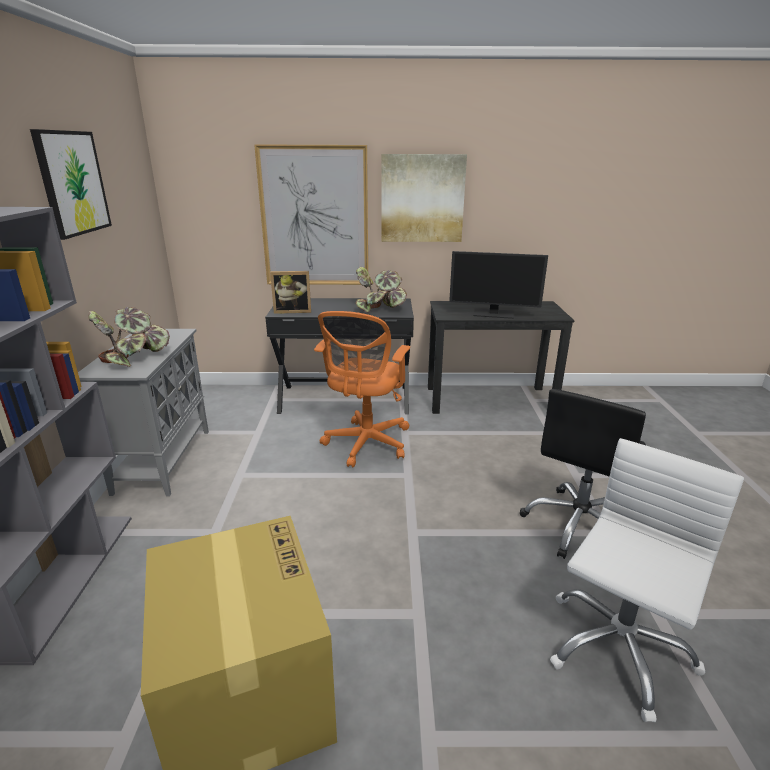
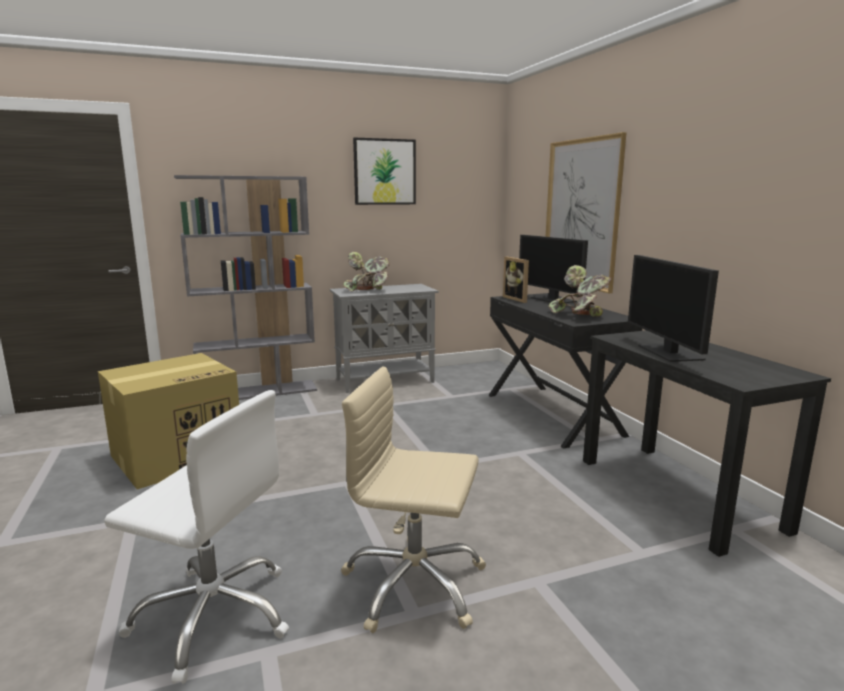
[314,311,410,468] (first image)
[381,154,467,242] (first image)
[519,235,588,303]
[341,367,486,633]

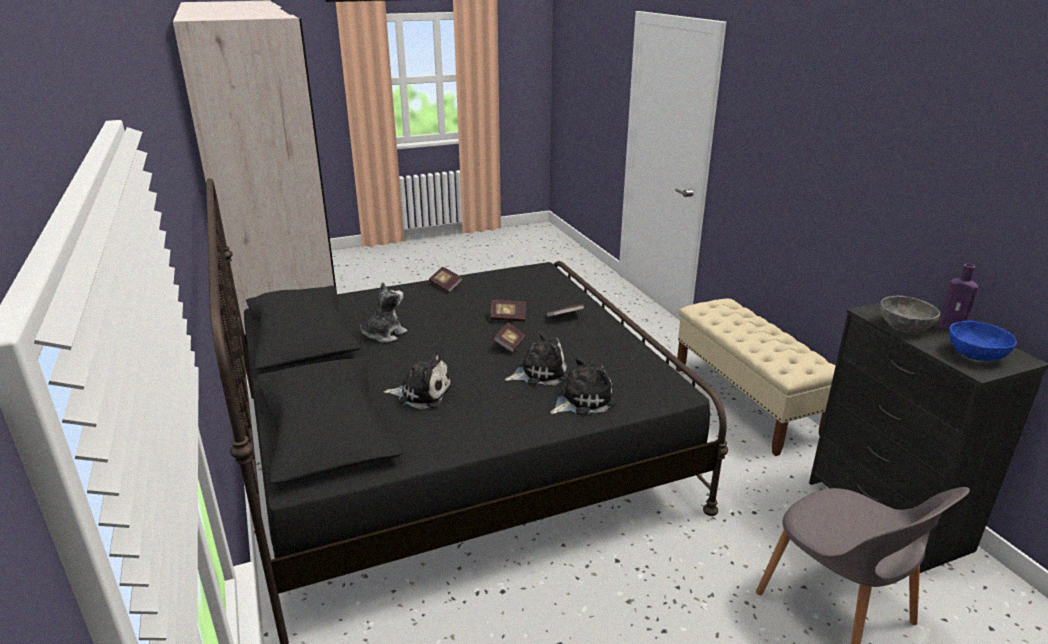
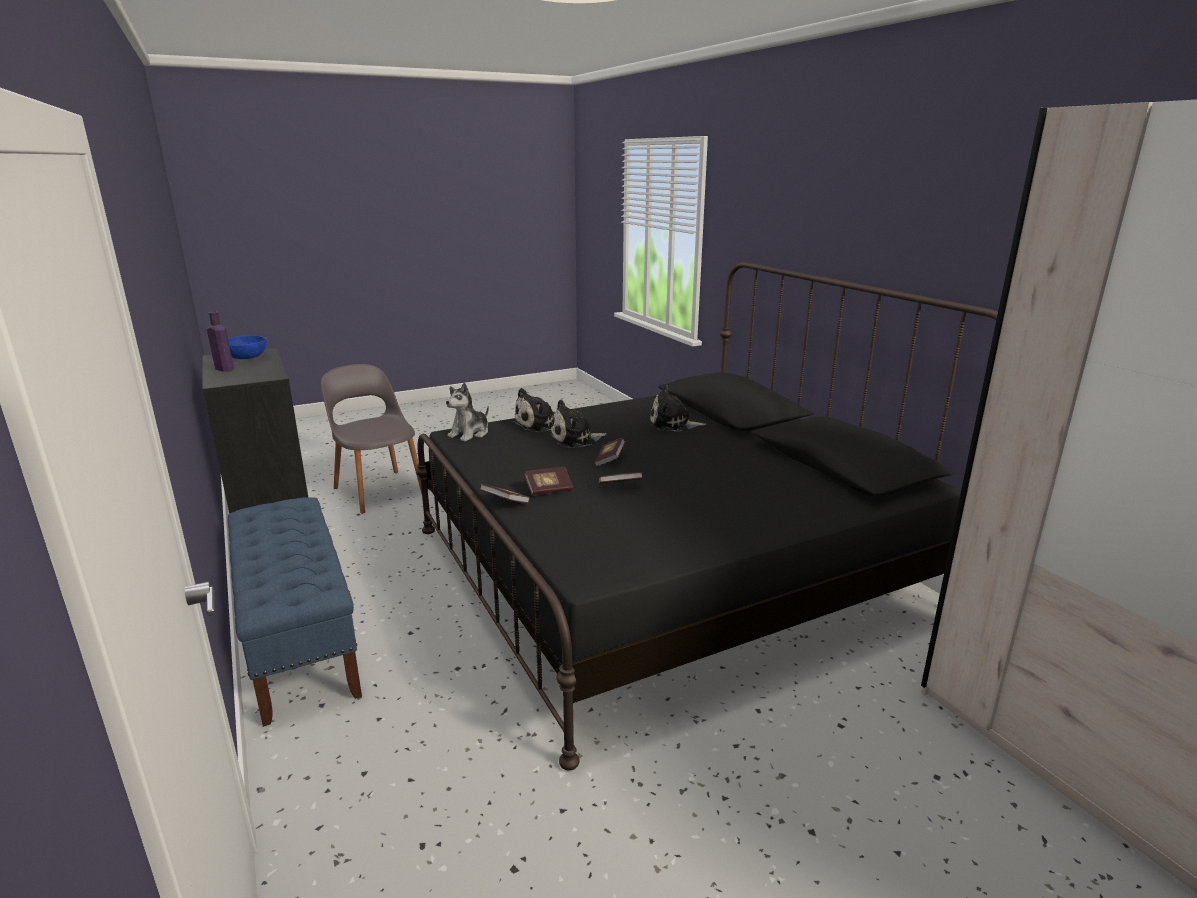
[880,296,940,332] (first image)
[446,383,489,442]
[480,484,530,503]
[228,497,362,727]

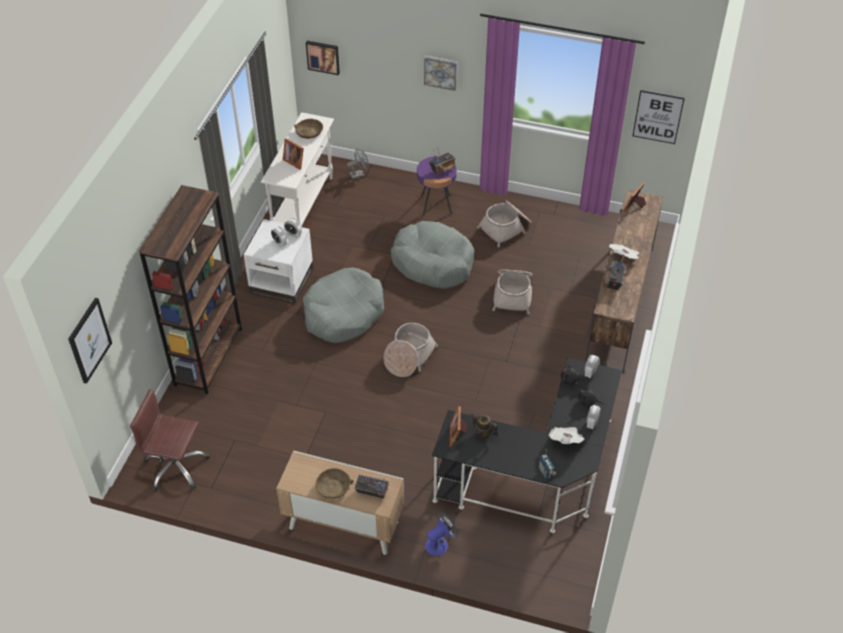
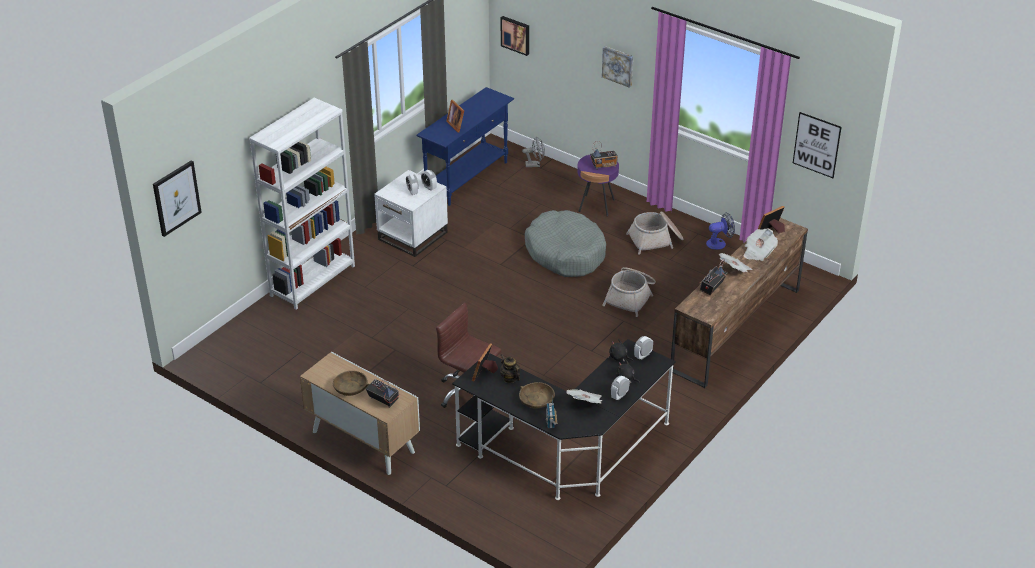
[303,267,384,343] (first image)
[384,323,438,377] (first image)
[744,229,778,261]
[436,303,501,408]
[519,382,555,409]
[706,212,735,250]
[249,98,355,310]
[416,87,514,206]

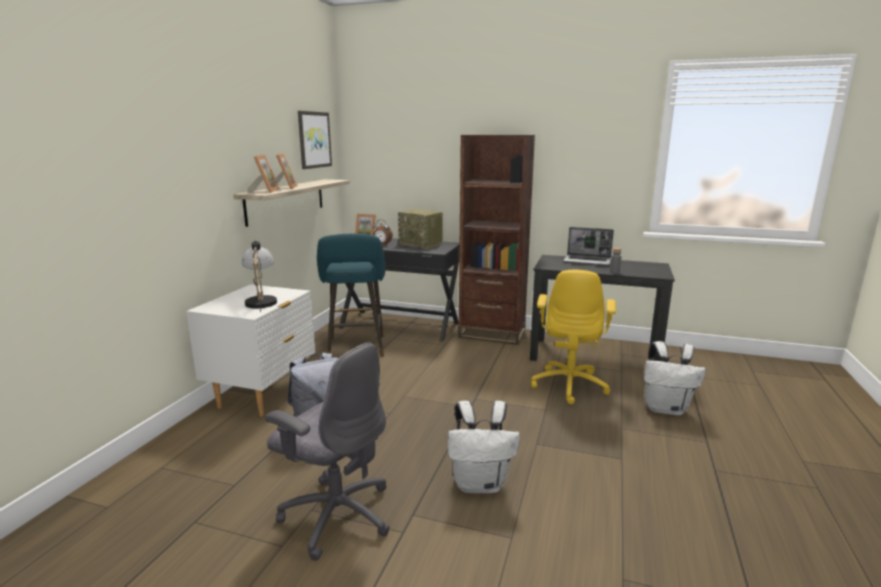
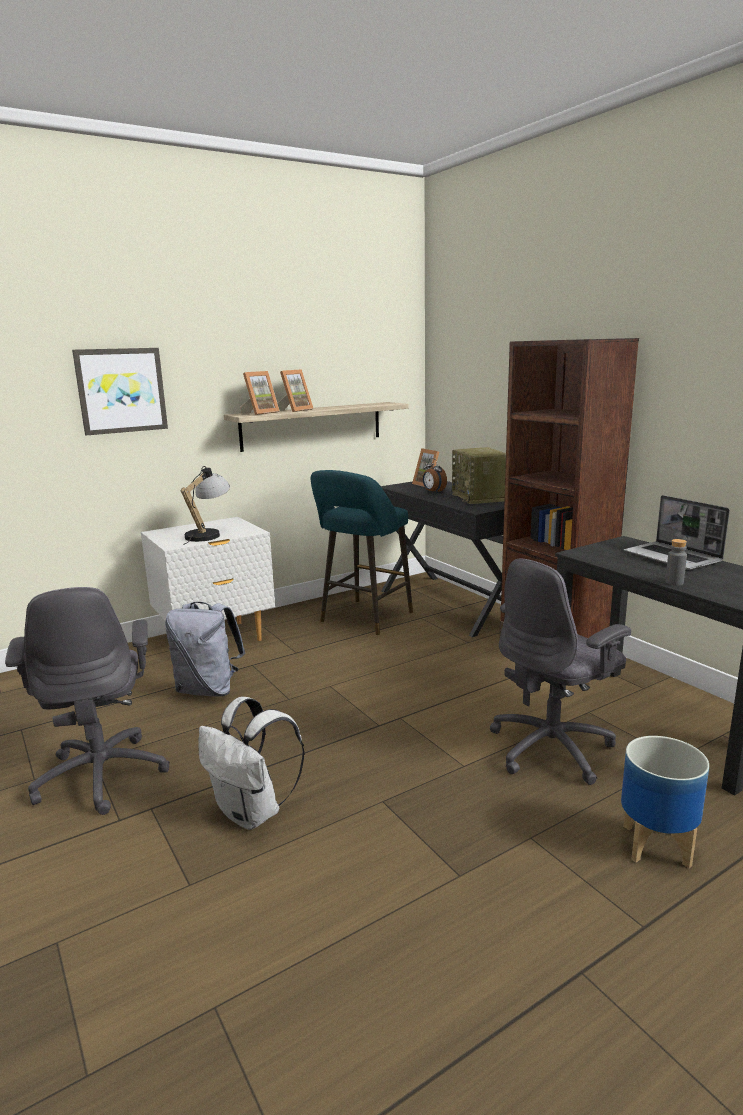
[72,348,168,435]
[621,736,709,868]
[490,559,631,785]

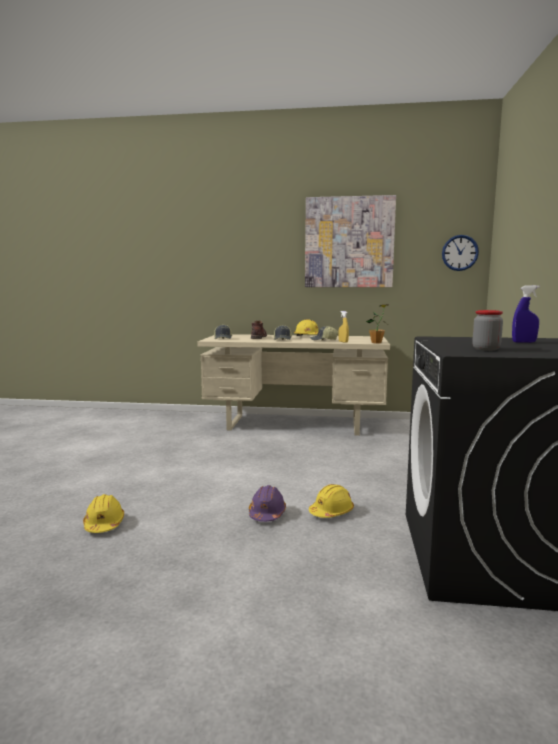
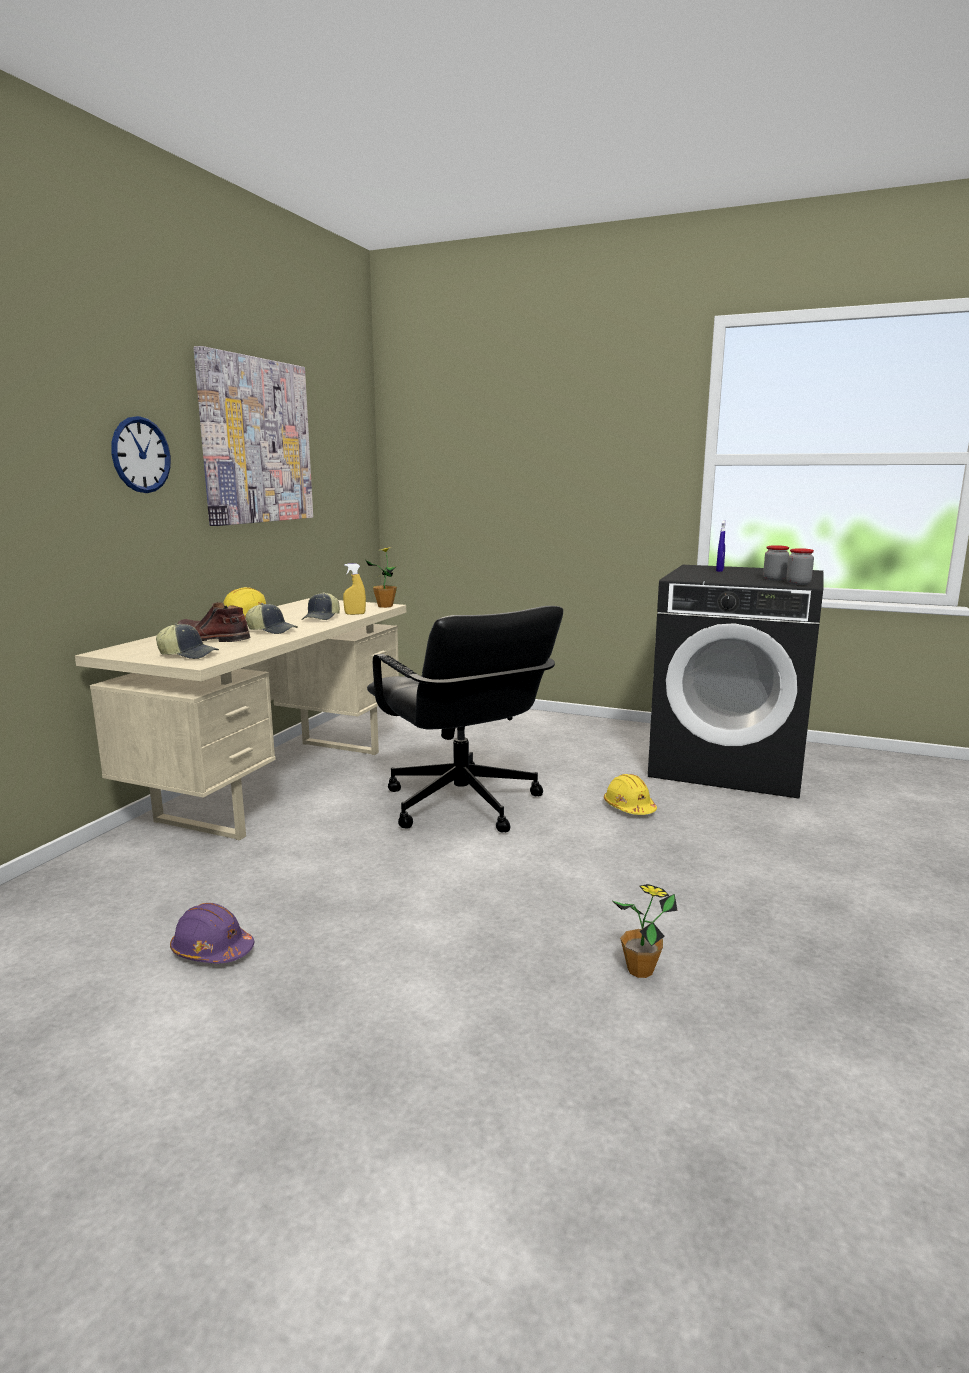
[367,606,563,832]
[787,548,814,585]
[170,903,254,963]
[111,416,171,493]
[613,884,678,978]

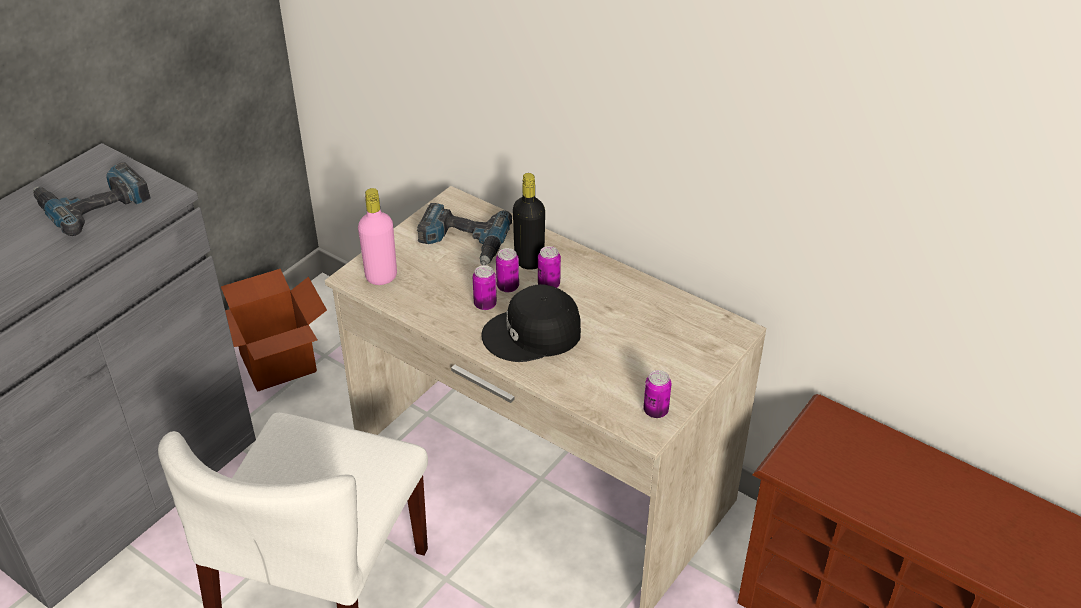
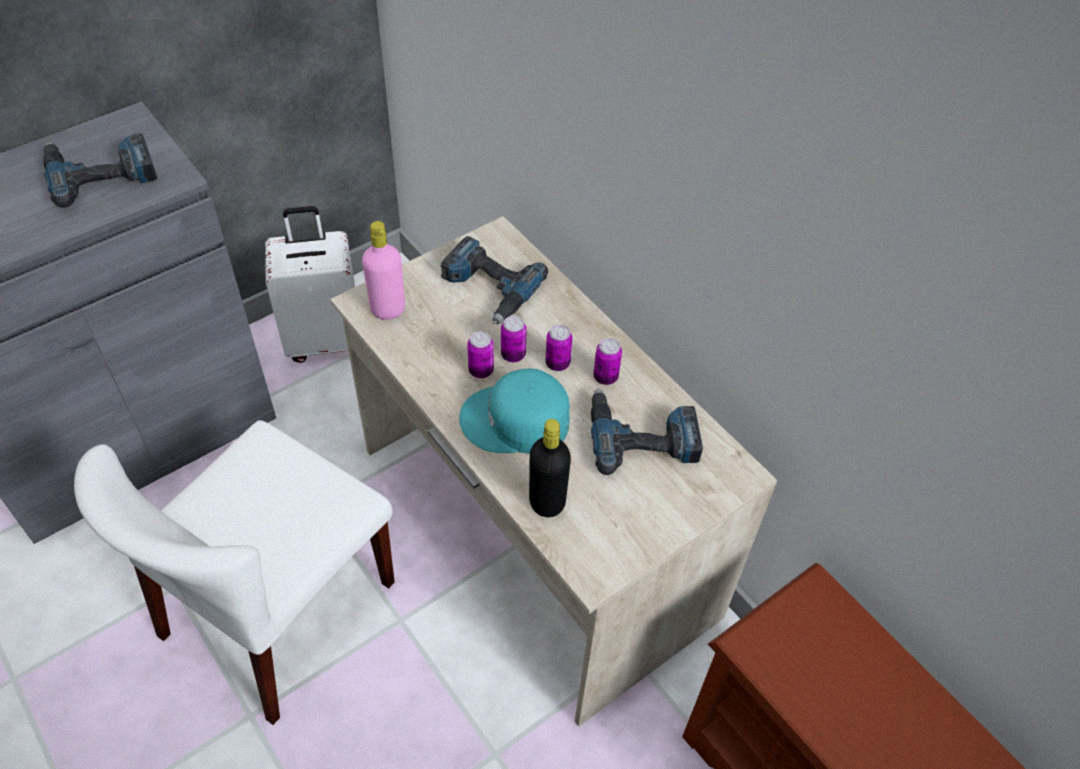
[591,388,703,475]
[529,419,571,517]
[593,338,622,385]
[265,206,355,363]
[459,369,570,454]

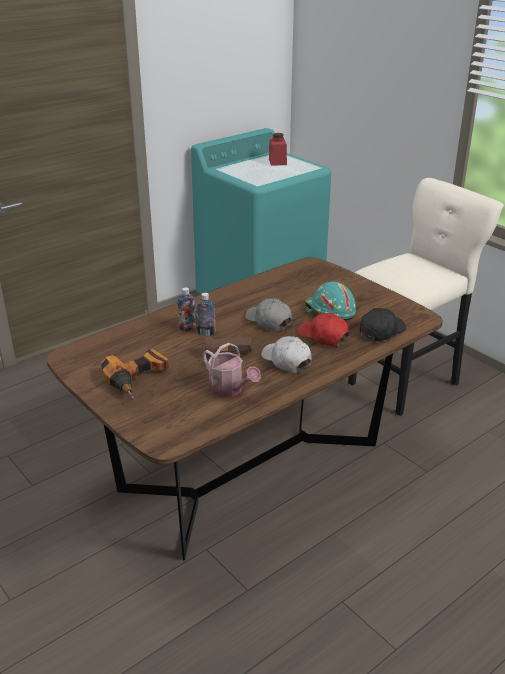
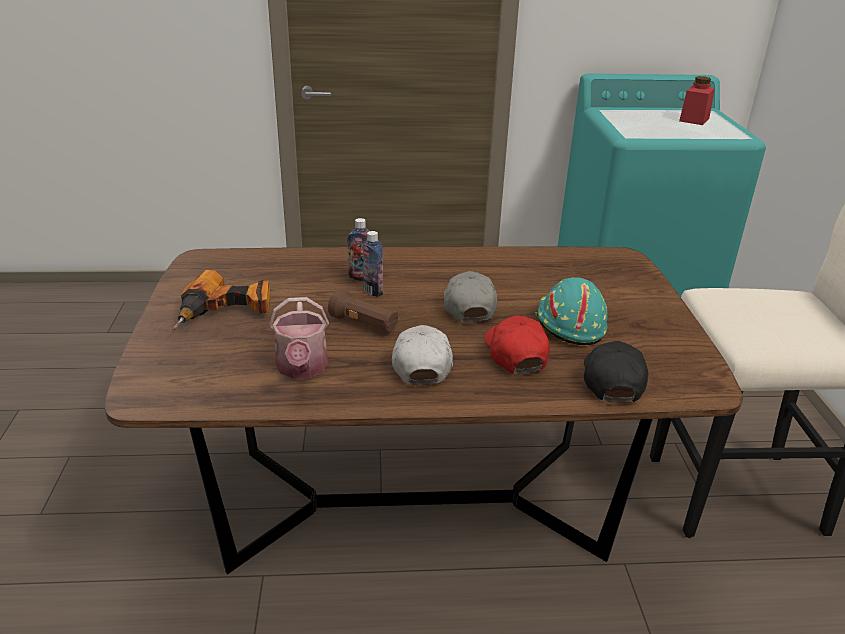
[584,341,648,403]

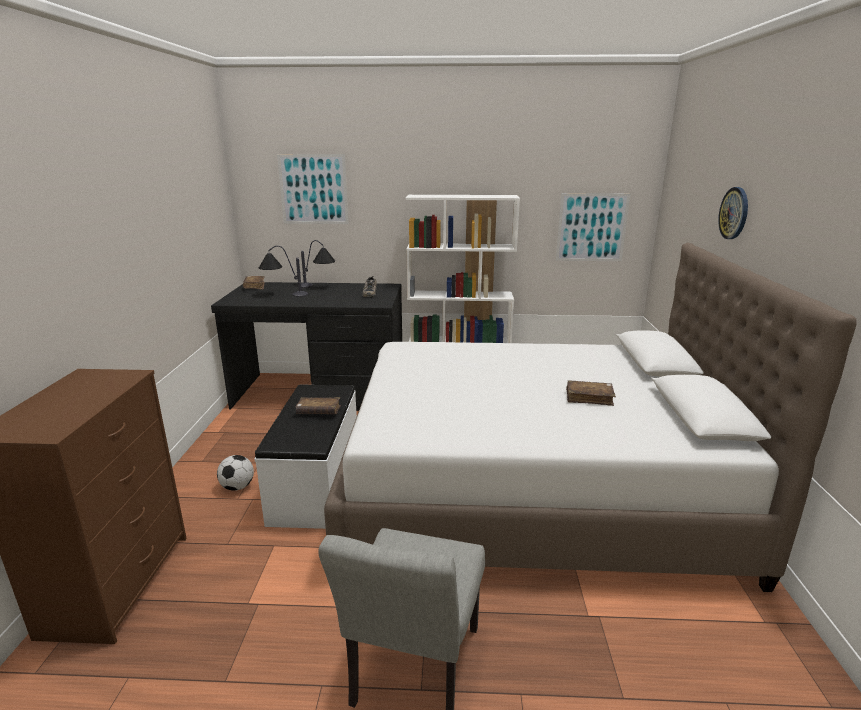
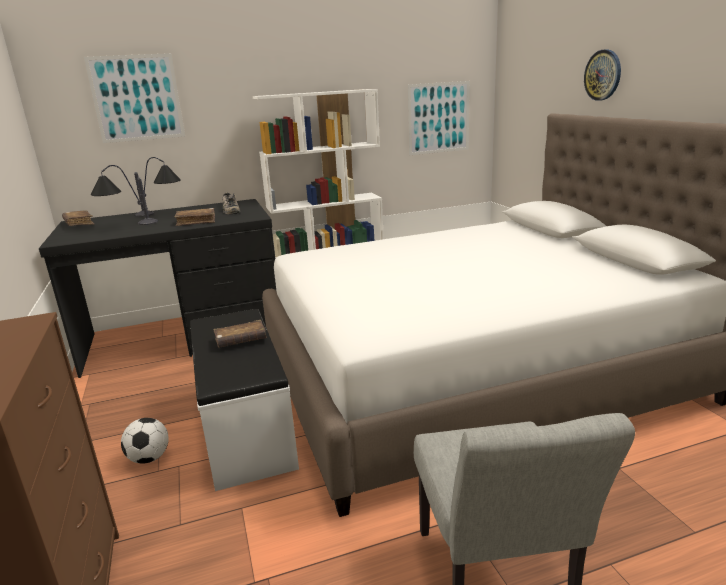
[175,208,215,226]

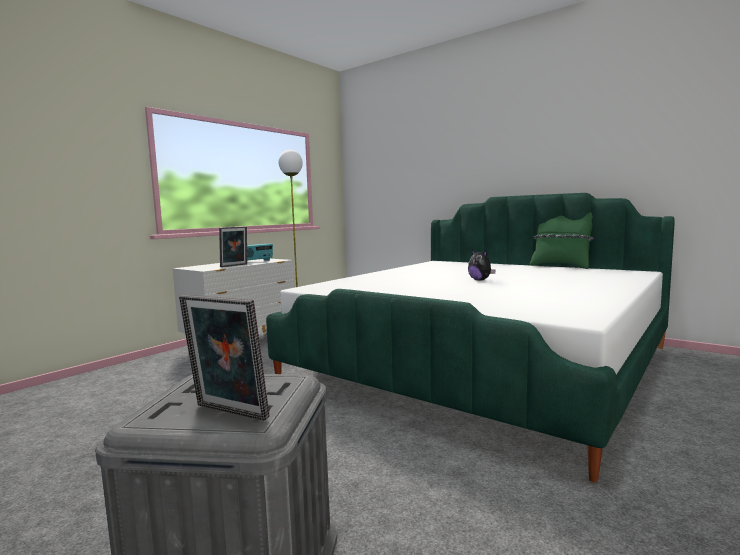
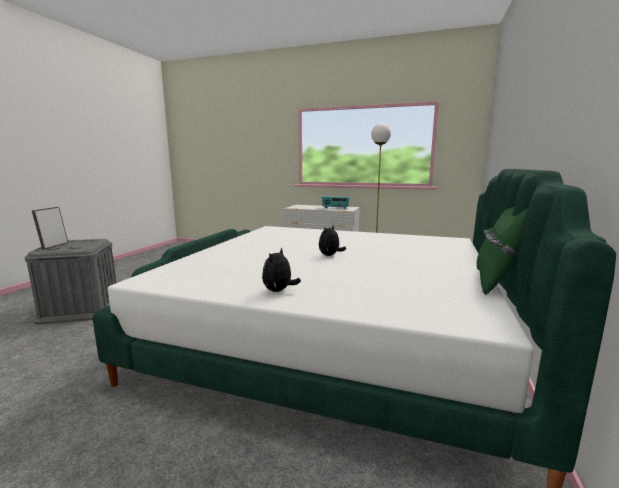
[219,226,247,267] (first image)
[262,247,301,292]

